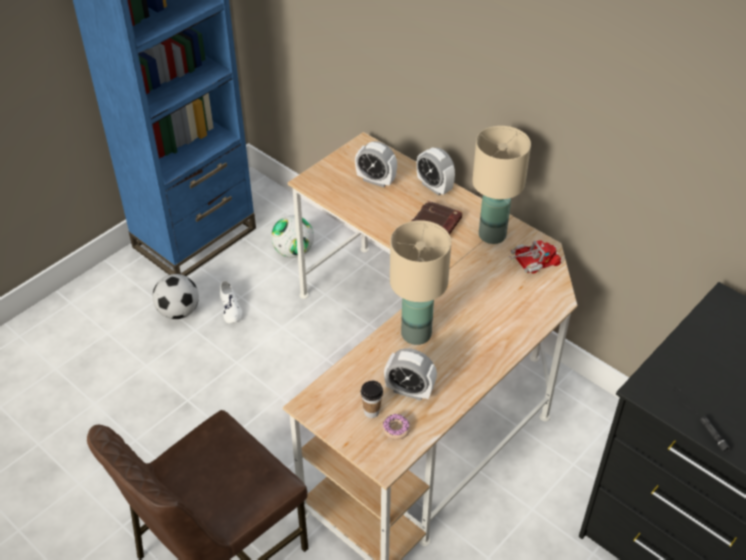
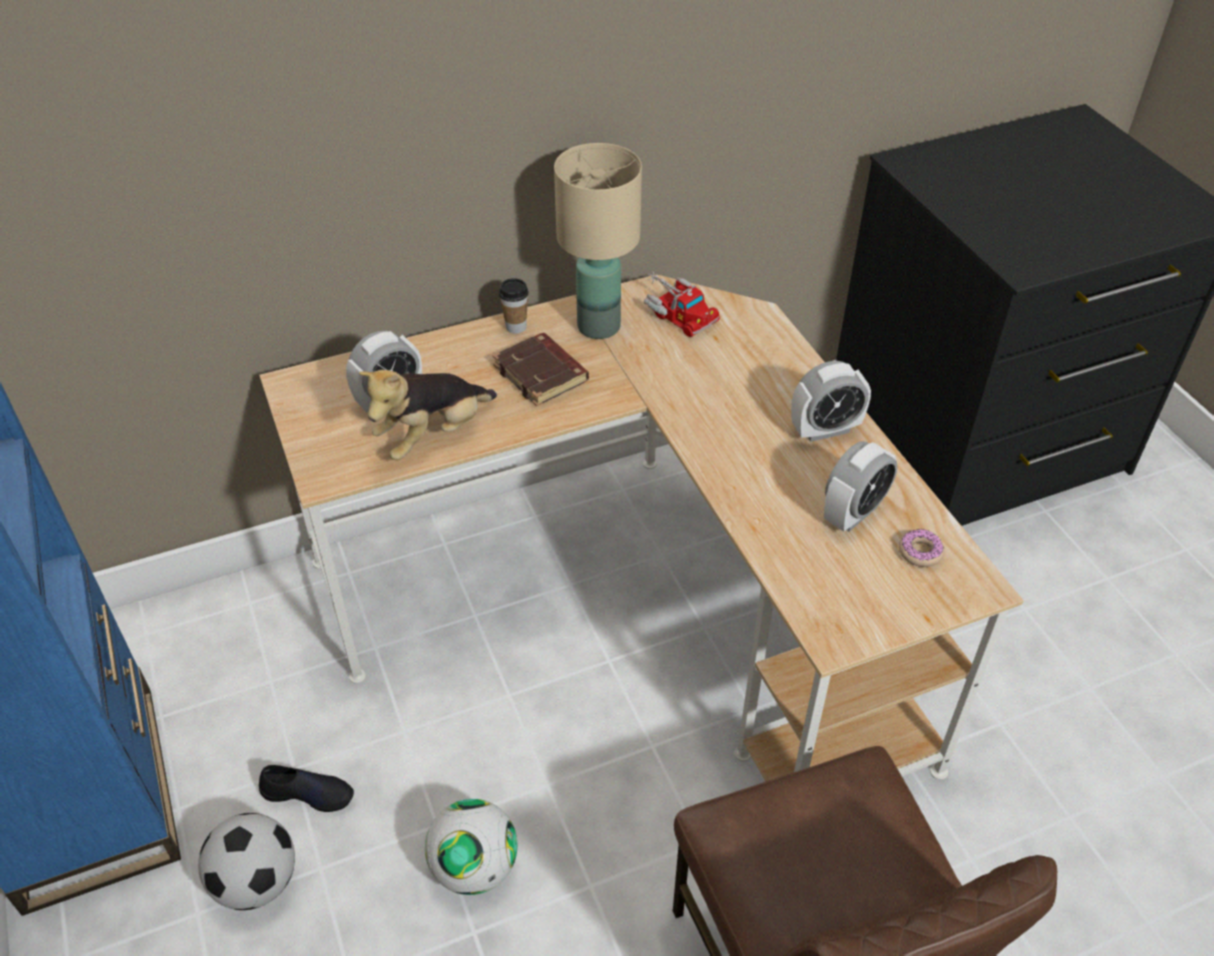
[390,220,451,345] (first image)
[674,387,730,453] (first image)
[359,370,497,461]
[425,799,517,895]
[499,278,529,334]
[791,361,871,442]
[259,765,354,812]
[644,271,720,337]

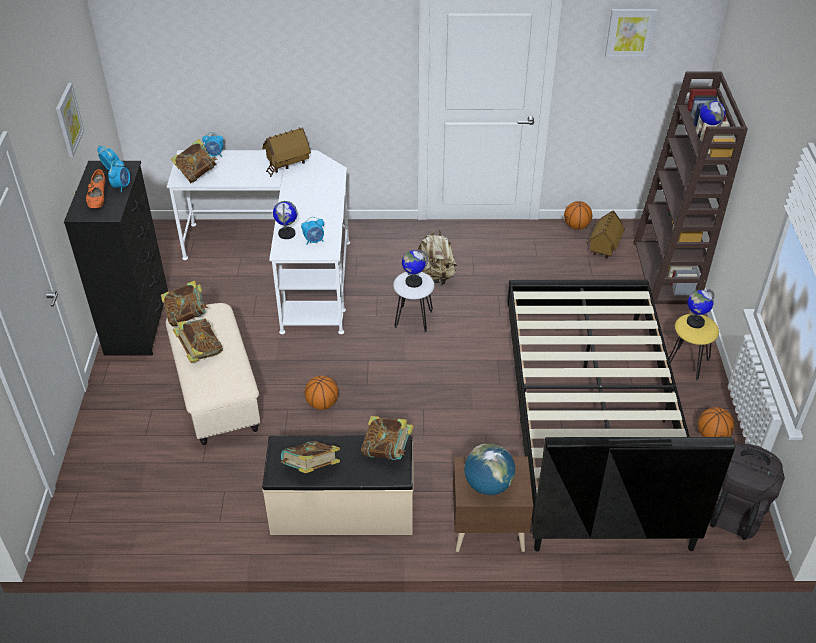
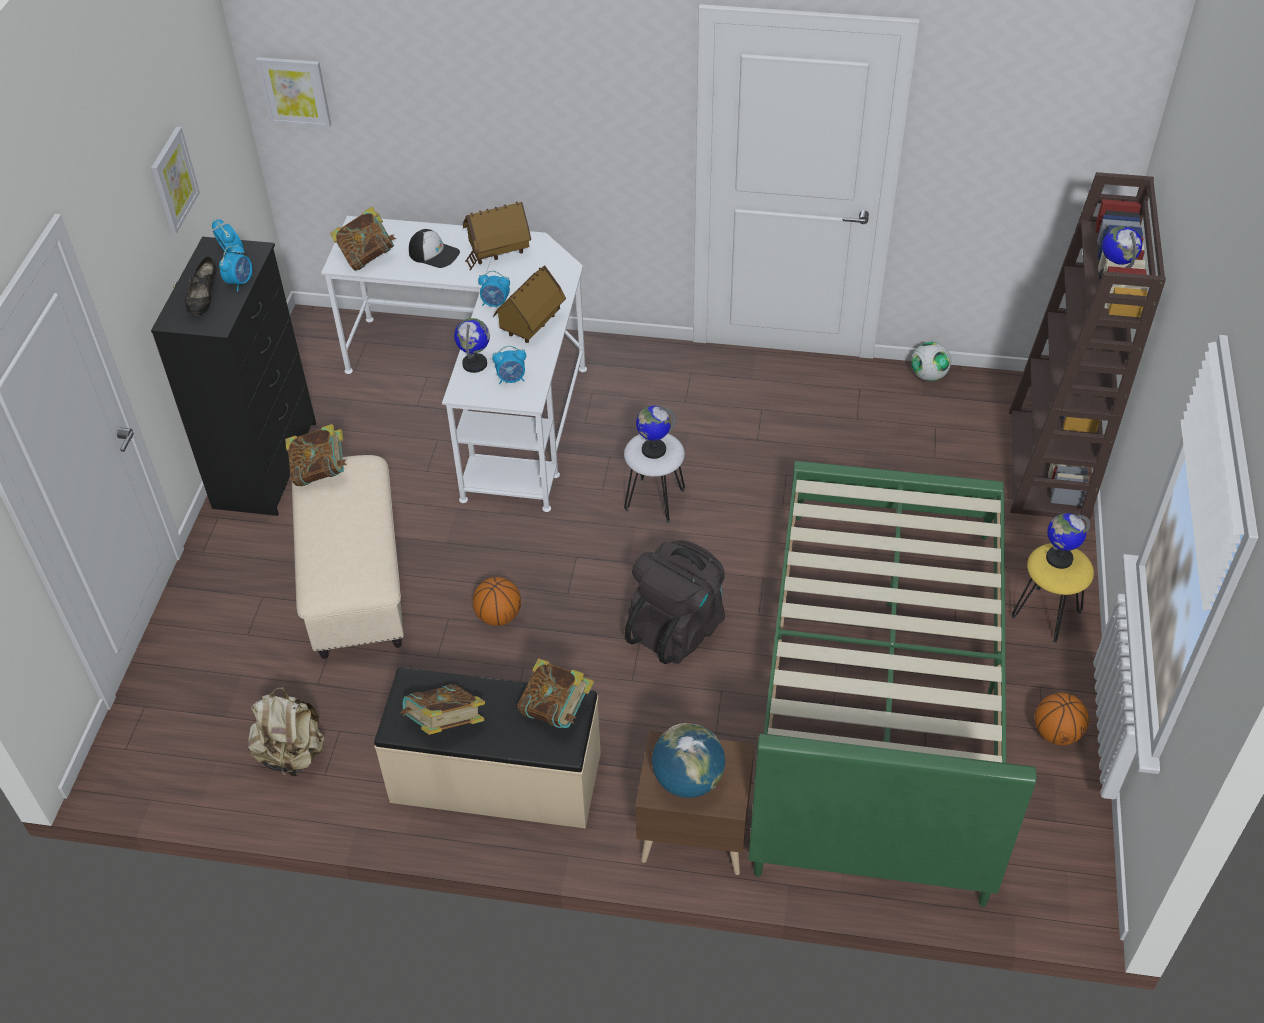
[173,318,223,363] (first image)
[409,229,460,268]
[478,271,510,307]
[248,687,324,779]
[493,265,566,343]
[256,57,331,128]
[625,540,725,664]
[911,342,951,381]
[185,256,216,315]
[748,461,1036,907]

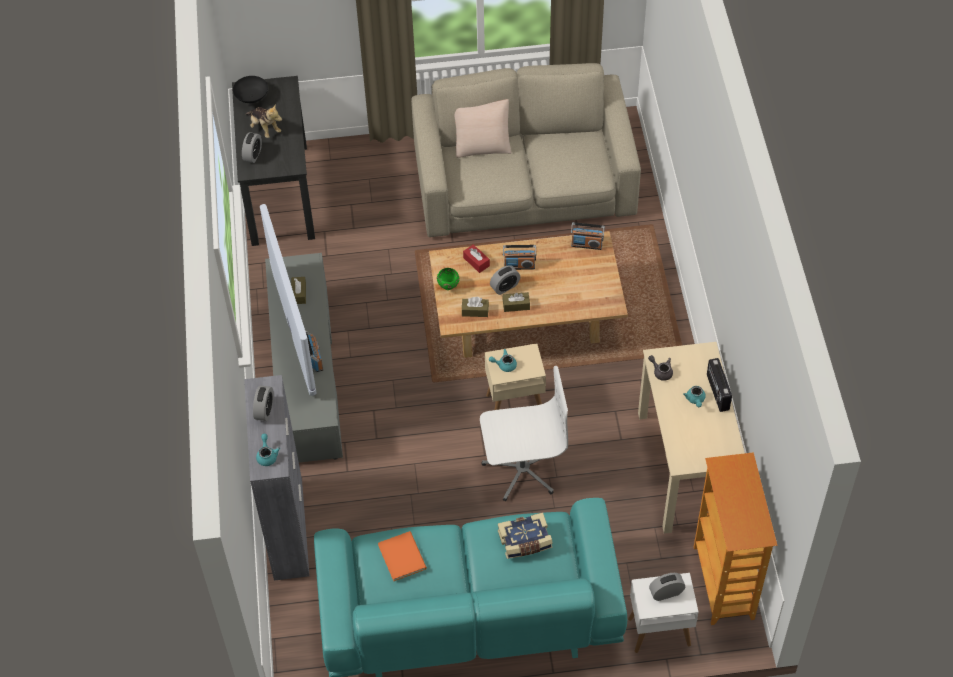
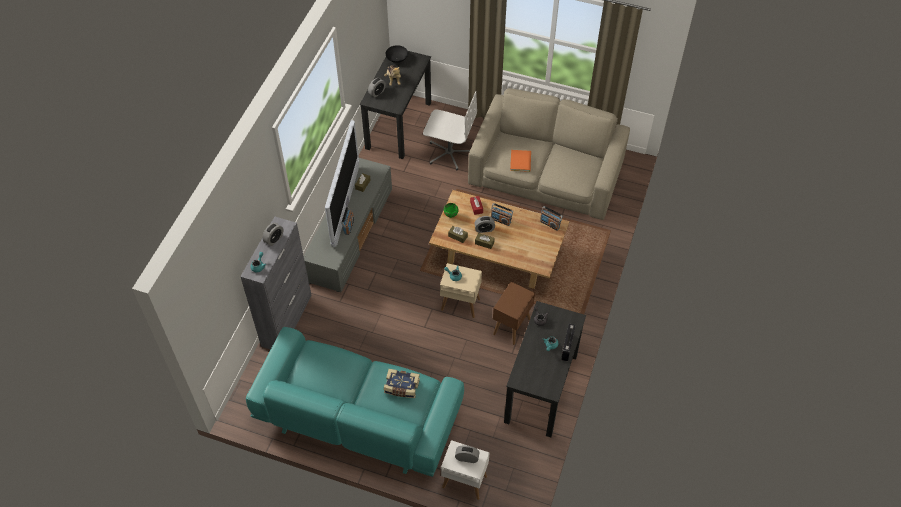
[455,99,512,158] (first image)
[694,452,777,625] (first image)
[493,282,535,345]
[510,150,531,172]
[423,91,477,171]
[504,301,586,437]

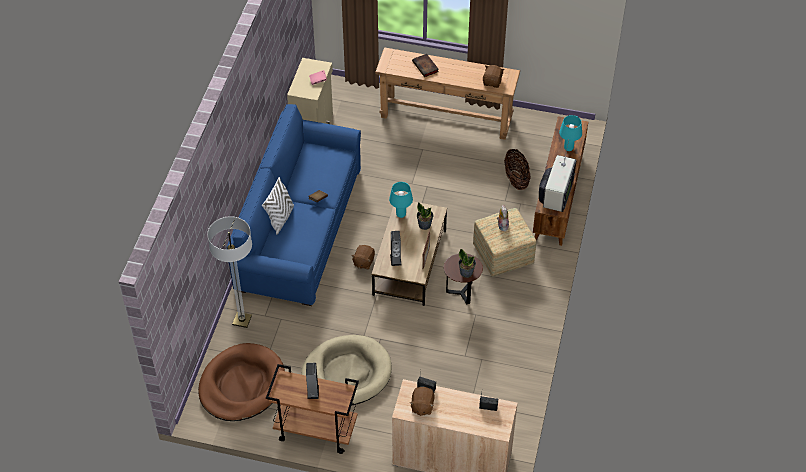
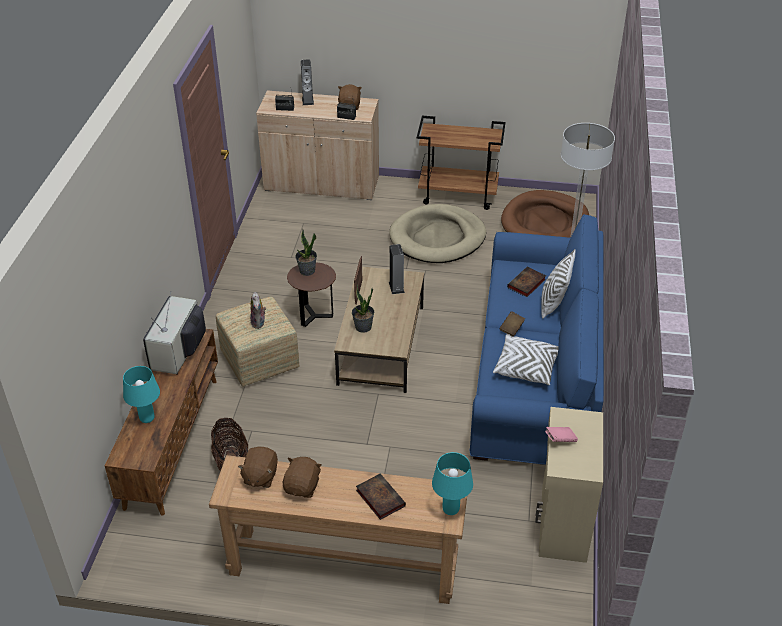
[493,334,559,385]
[507,267,546,297]
[301,59,314,105]
[283,457,322,498]
[432,452,473,515]

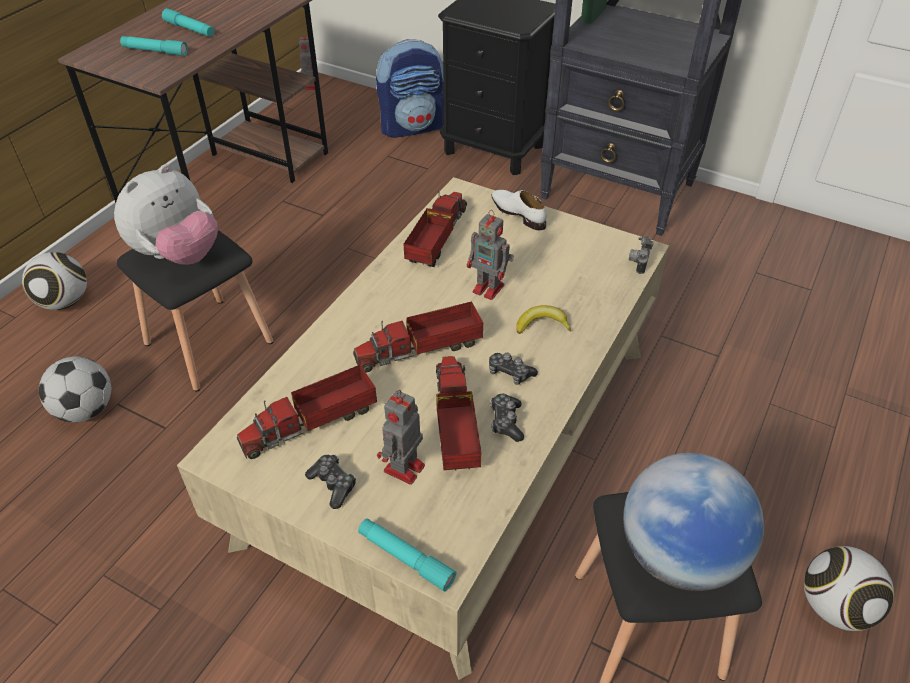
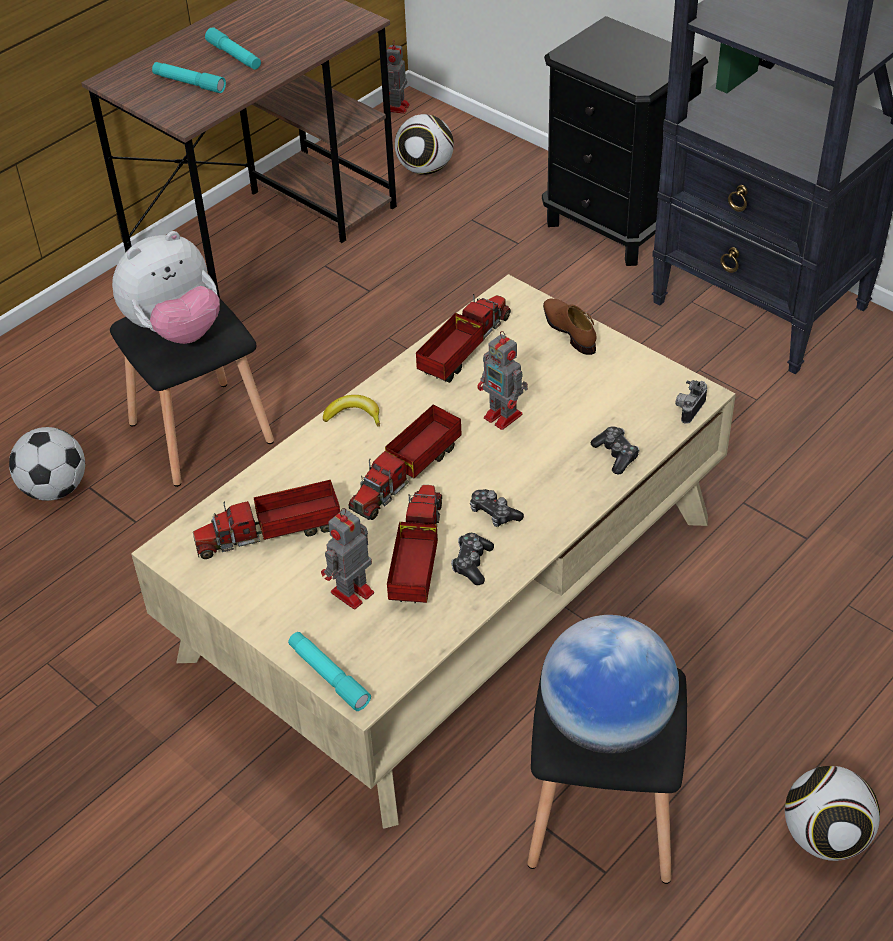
[376,39,444,138] (first image)
[395,114,454,175]
[590,426,639,474]
[323,395,380,427]
[543,298,596,355]
[349,404,461,520]

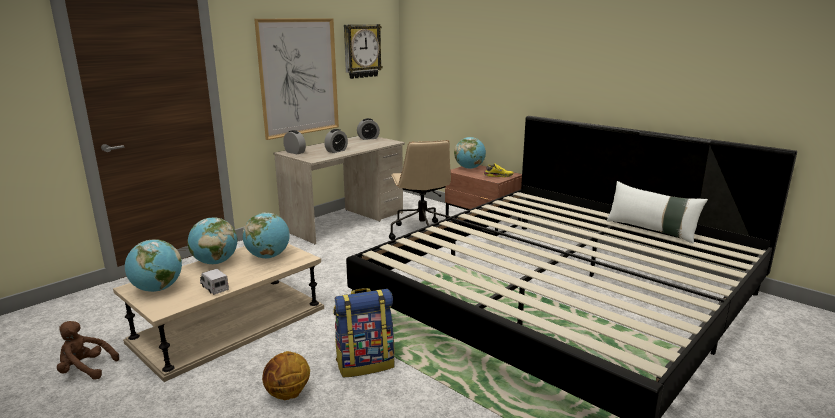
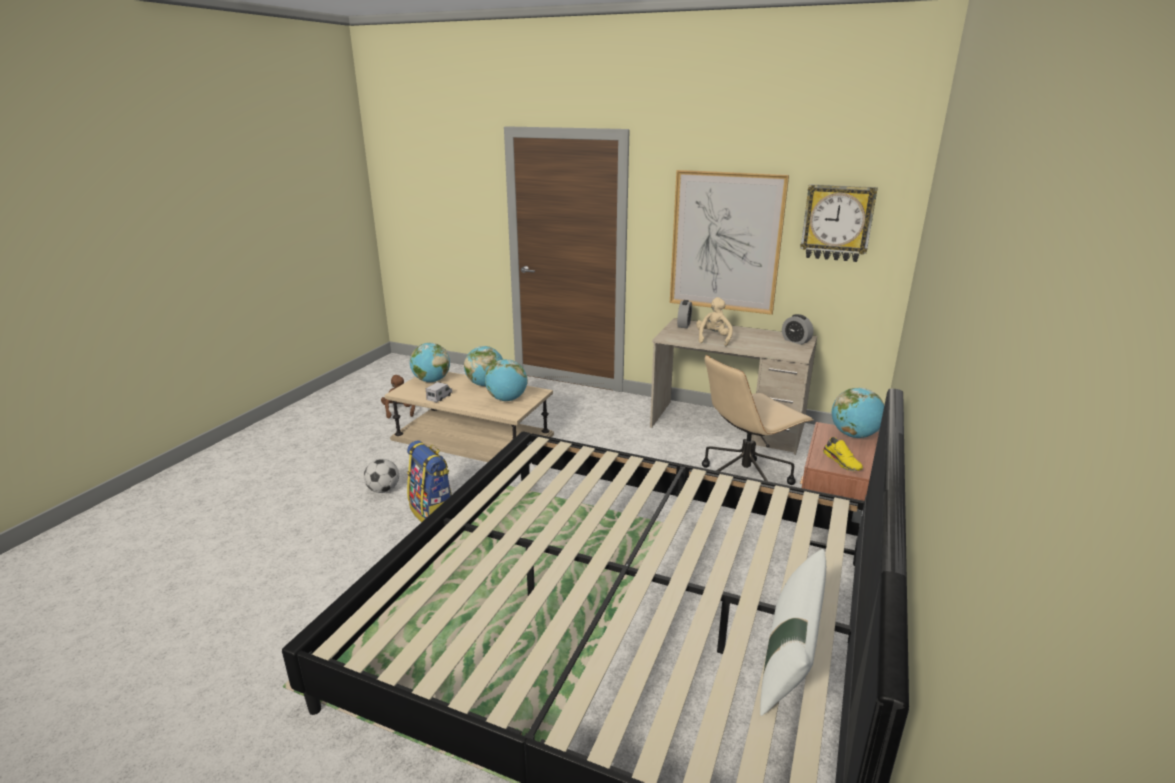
[364,459,399,493]
[696,297,733,346]

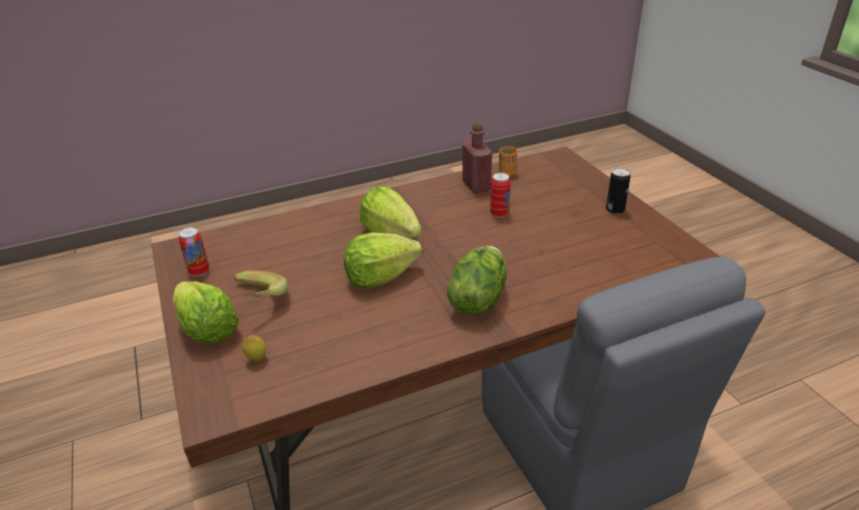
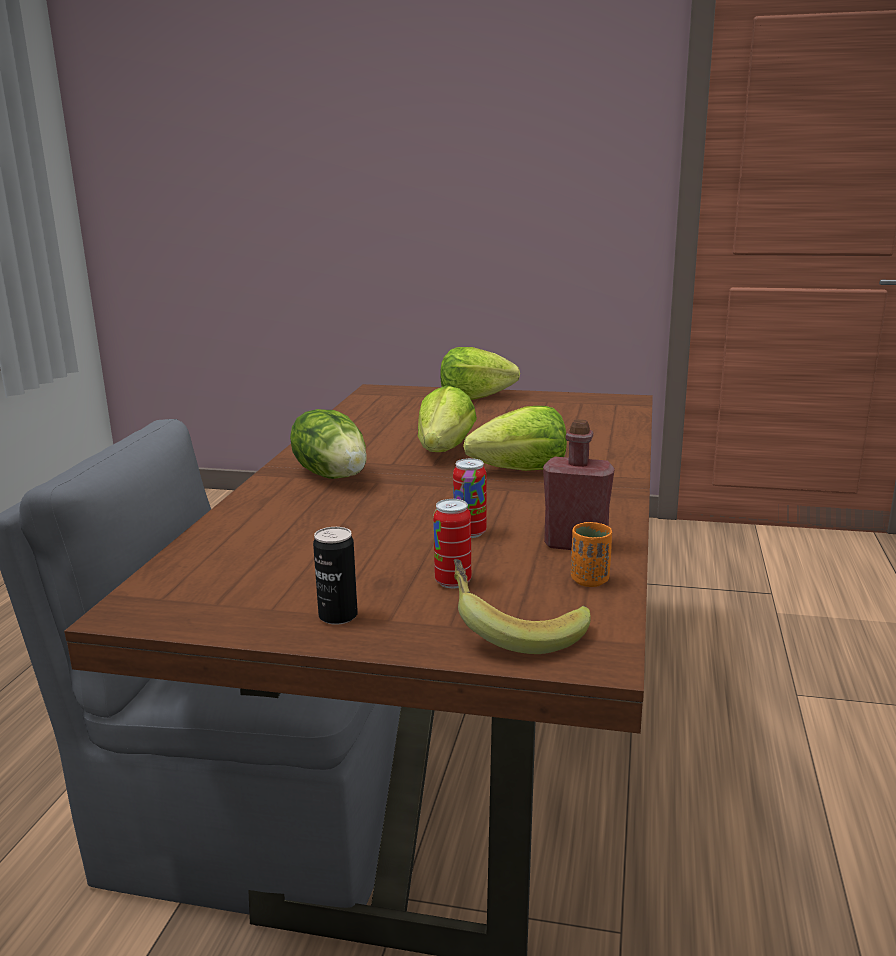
[242,335,266,362] (first image)
[433,499,471,589]
[454,559,591,654]

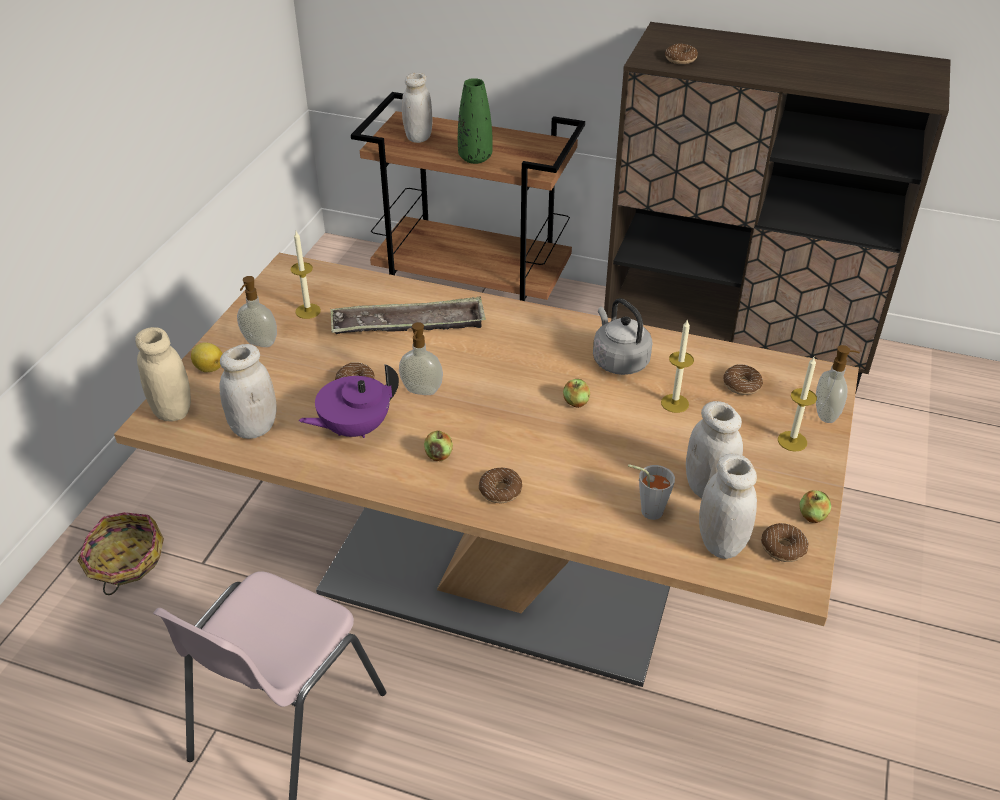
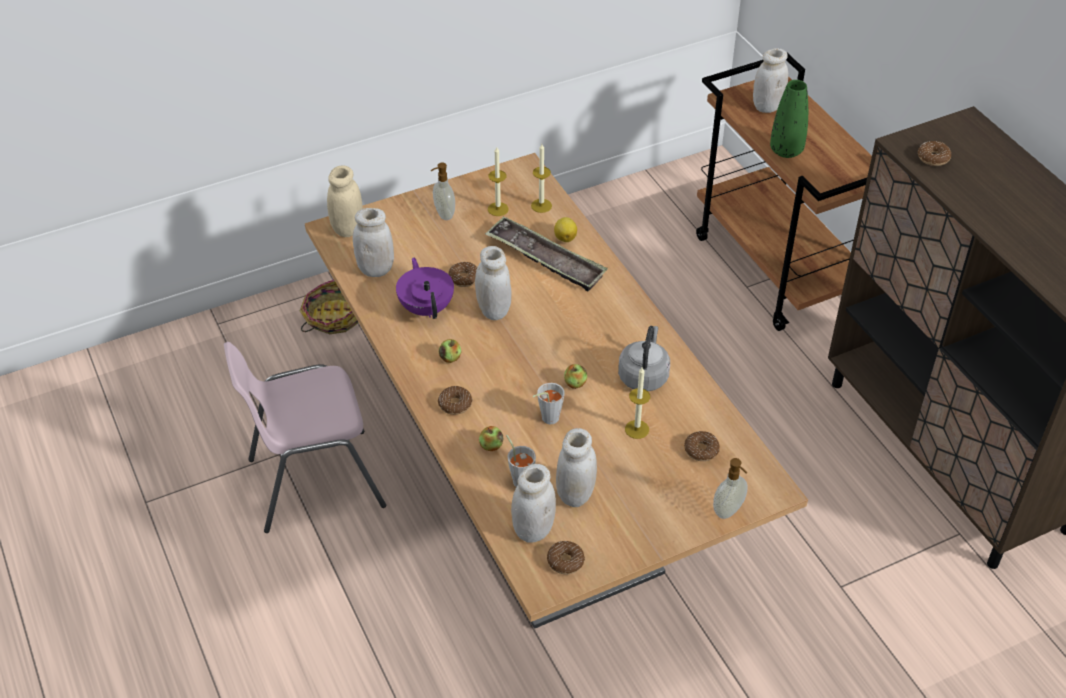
[533,383,565,424]
[554,217,577,242]
[531,144,552,213]
[479,426,504,451]
[475,246,512,320]
[396,257,454,319]

